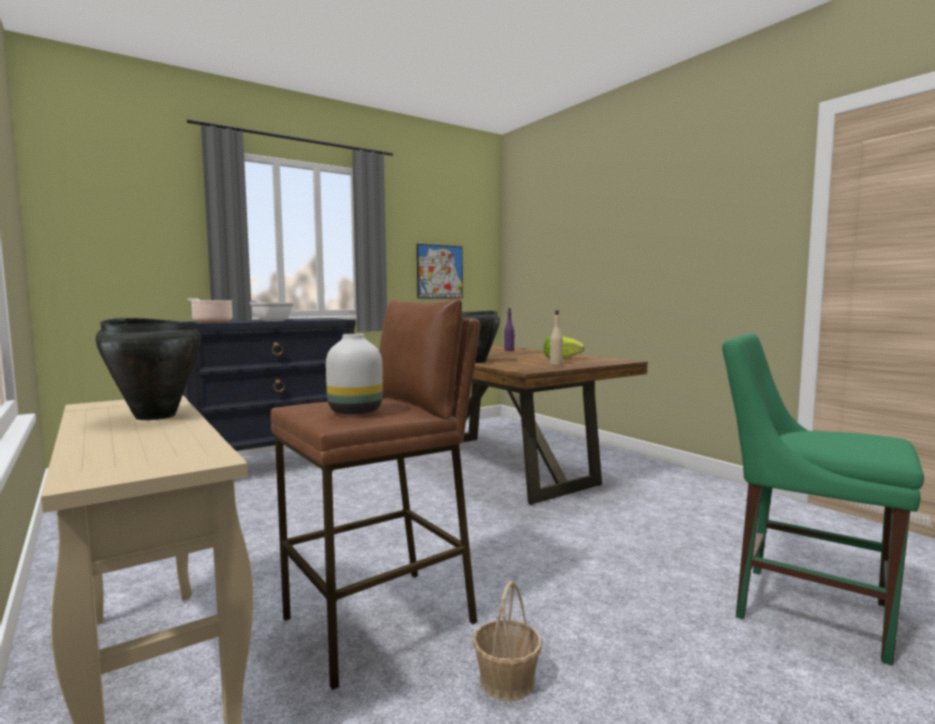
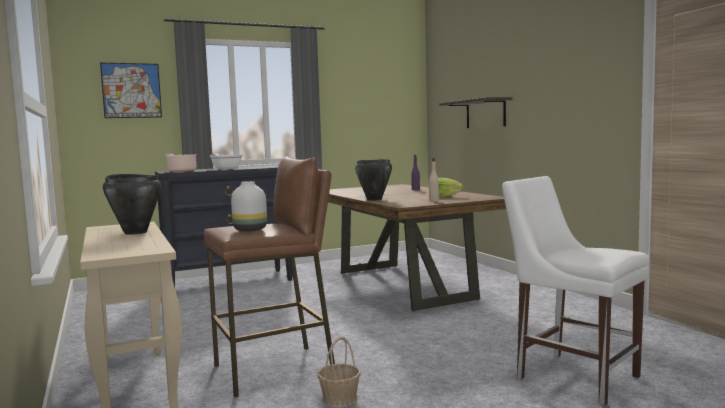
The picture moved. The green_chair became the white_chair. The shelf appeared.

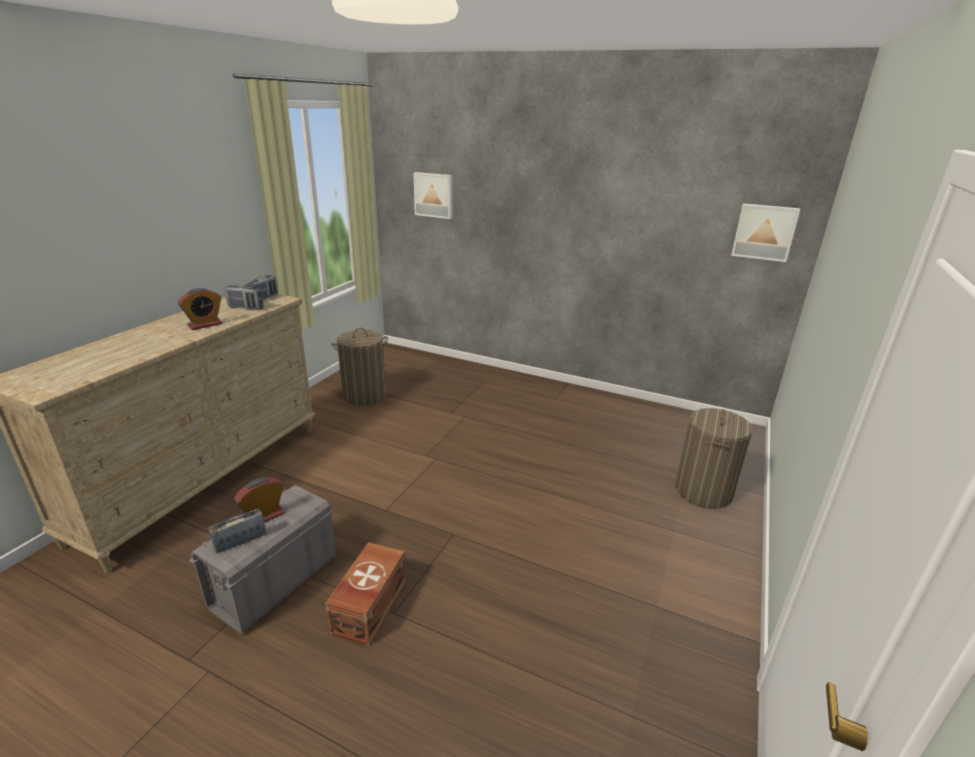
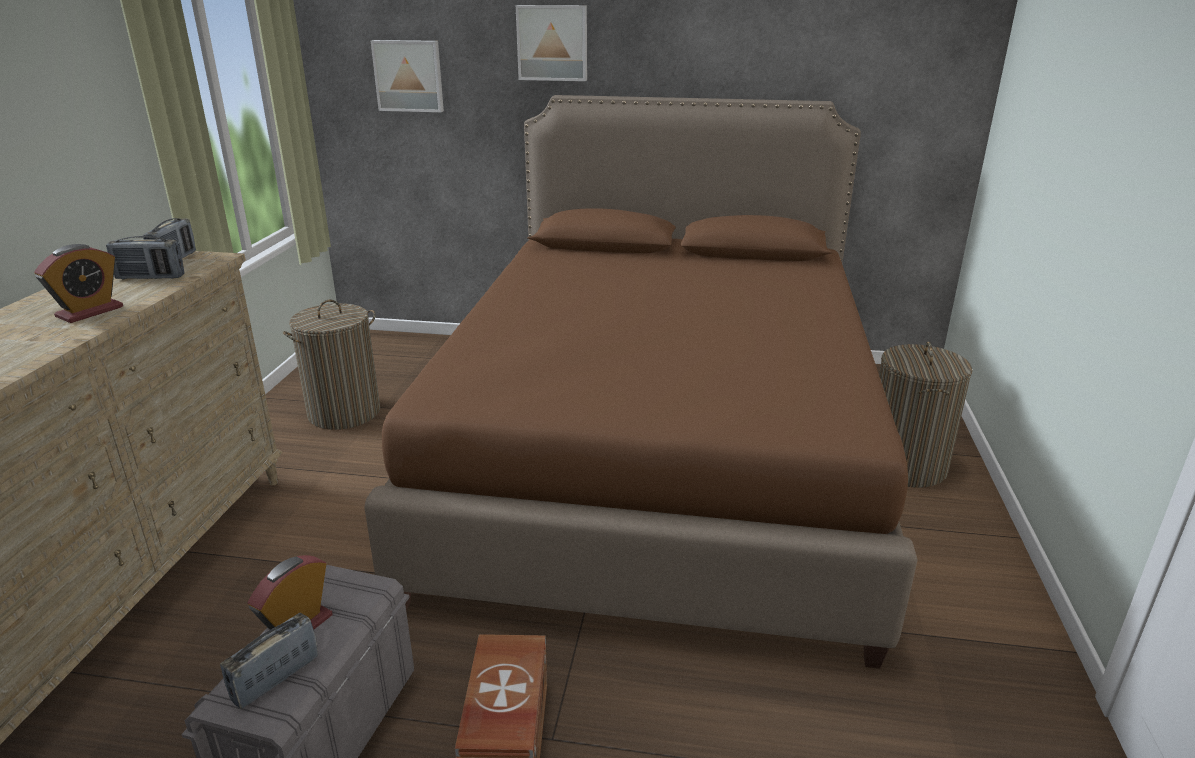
The picture (2nd from left) moved. The brown_bed appeared.

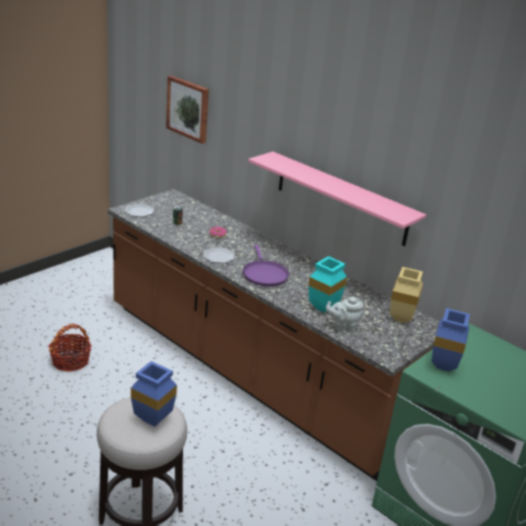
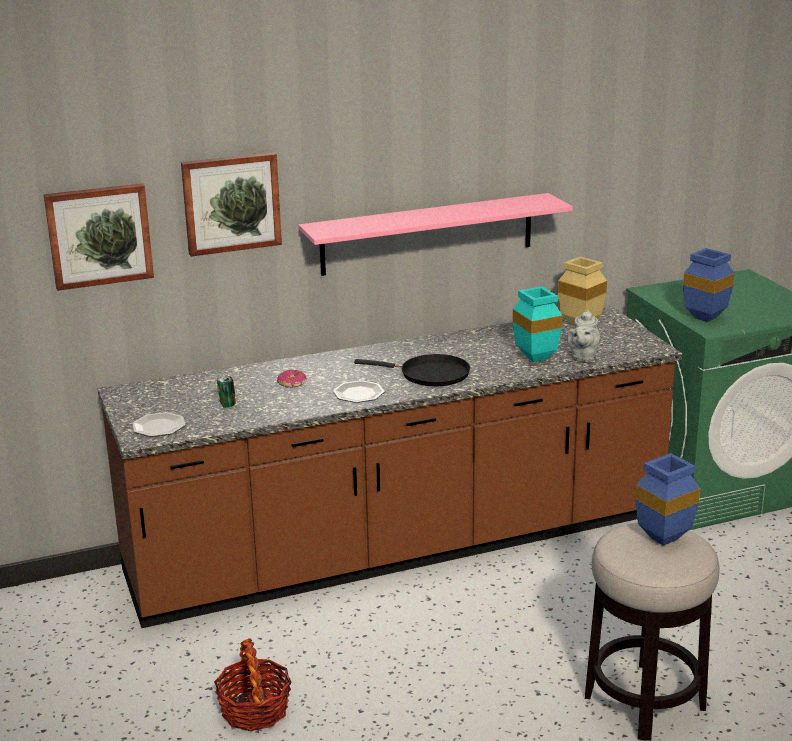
The purple_frying_pan became the black_frying_pan. The picture (2nd from left) appeared.

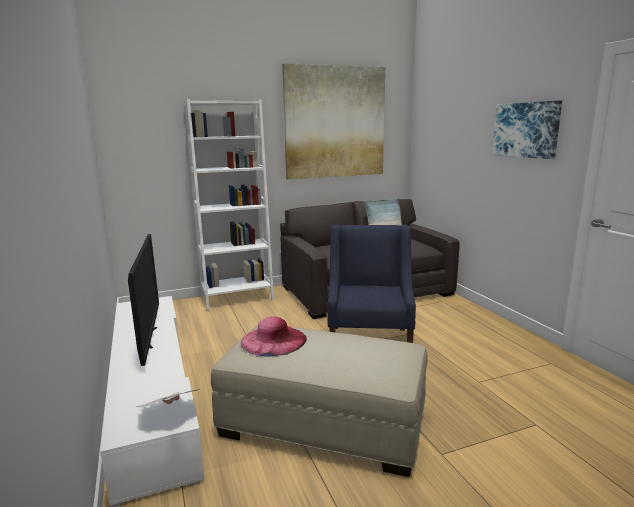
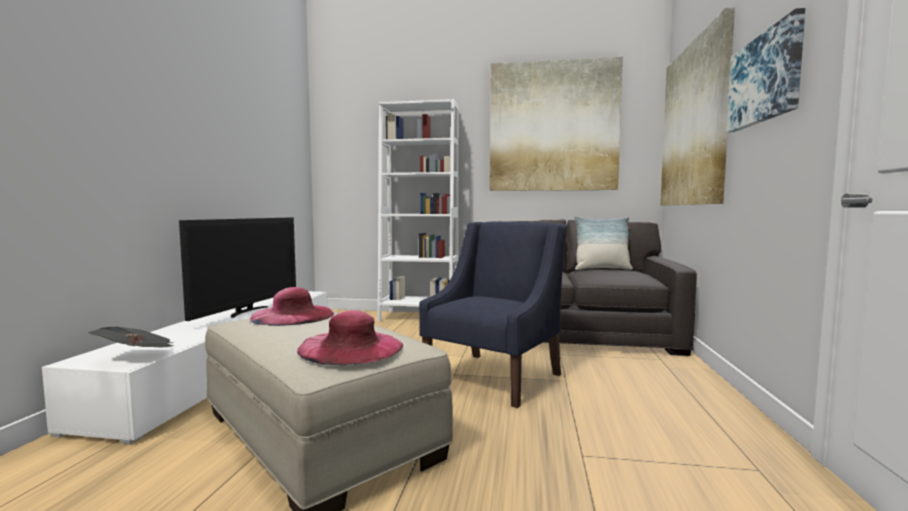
The picture (2nd from left) appeared. The pink_hat (2nd from left) appeared.

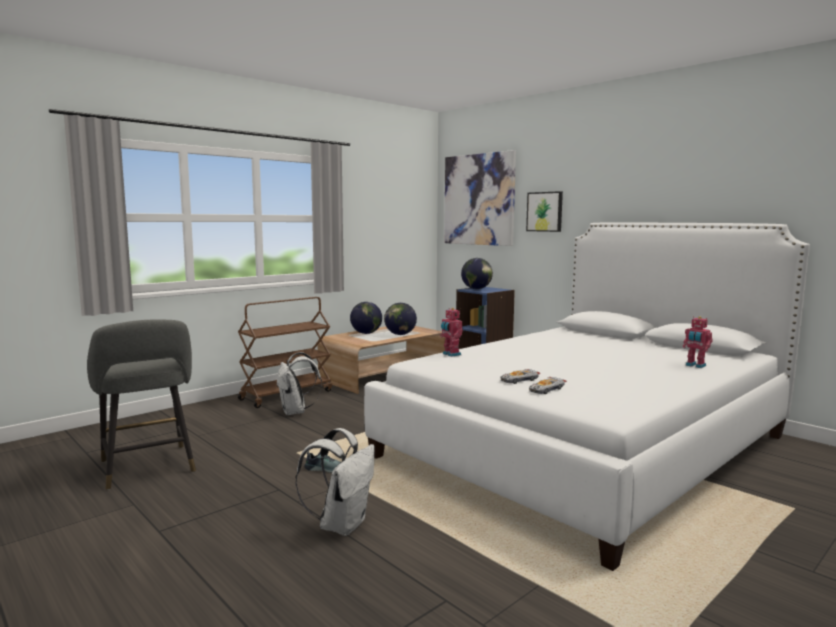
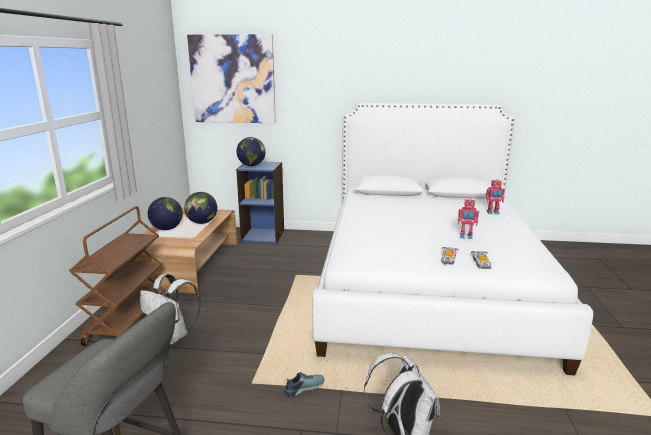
The picture (2nd from left) disappeared. The toy_robot (1st from left) moved.

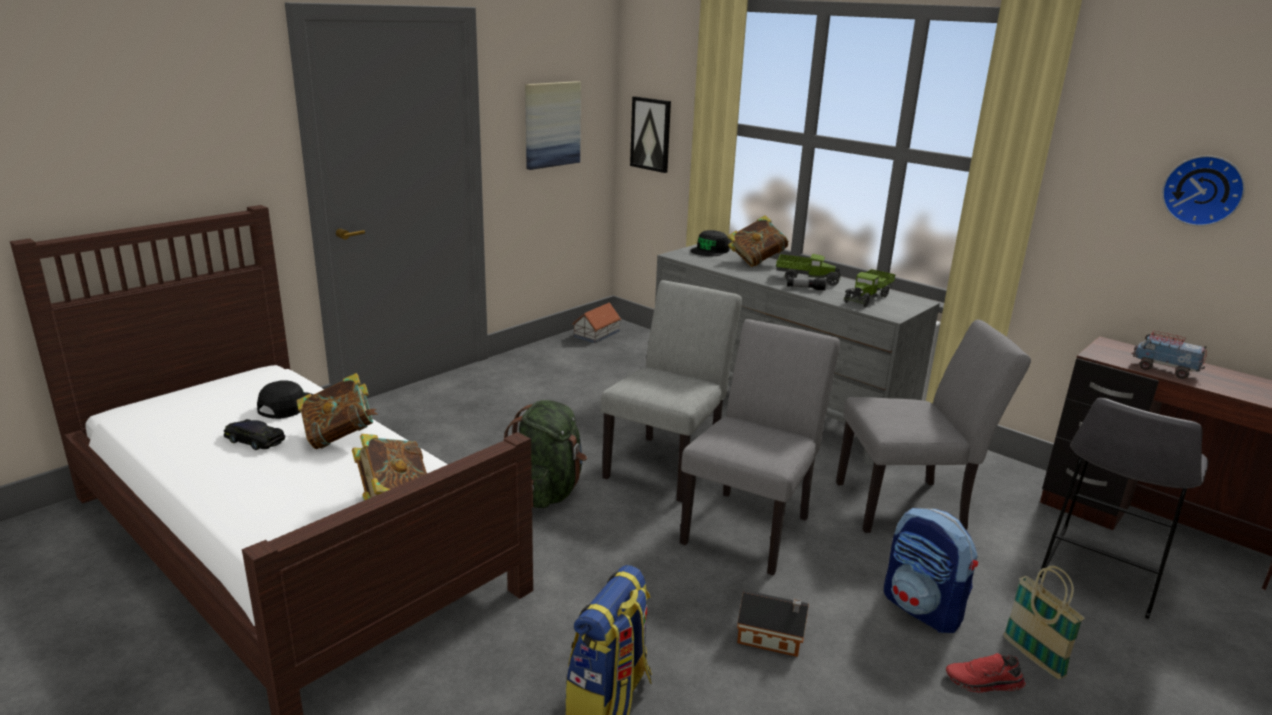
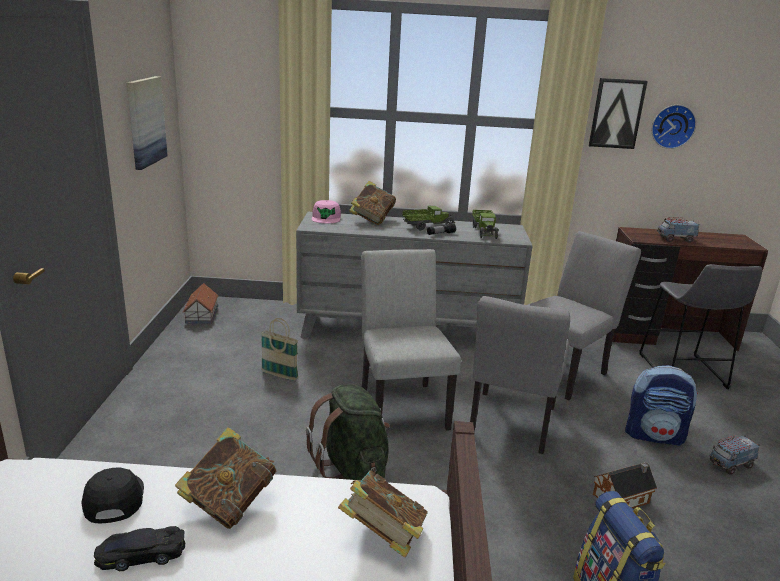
The picture (2nd from left) moved. The black_cap (2nd from left) became the pink_cap. The grey_chair (2nd from left) turned 150 degrees counterclockwise. The basket moved. The red_shoe was replaced by the toy_truck (4th from left).

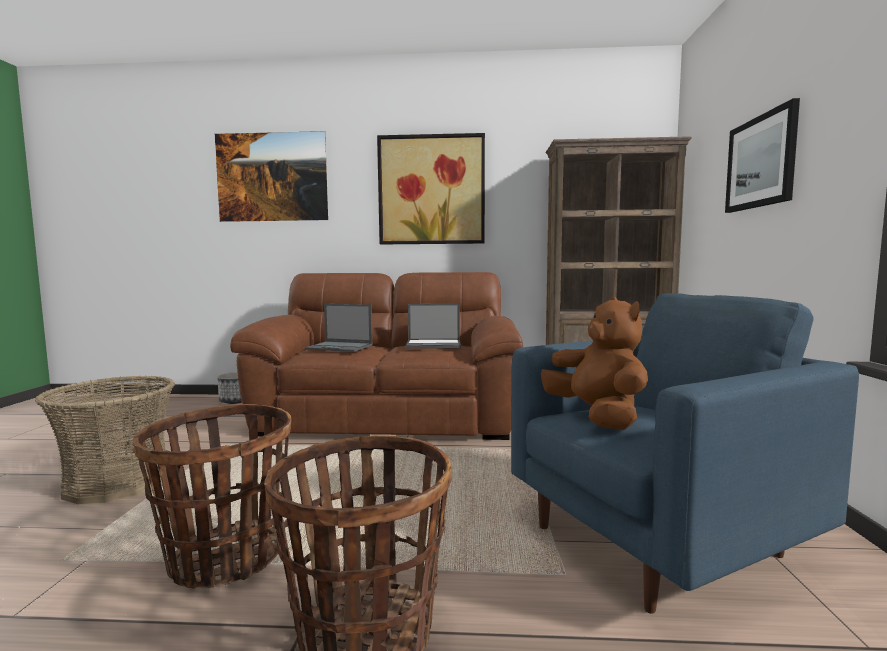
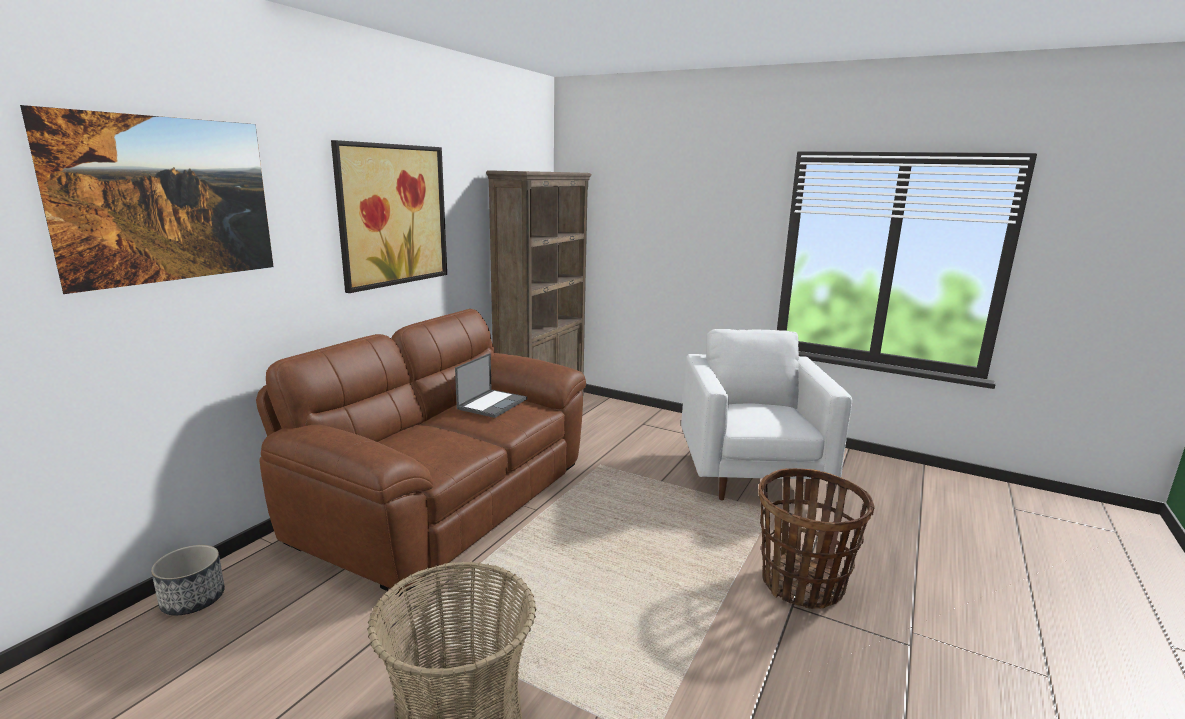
The picture (3rd from left) disappeared. The blue_armchair became the white_armchair. The brown_plush_toy disappeared. The laptop (1st from left) disappeared. The basket (2nd from left) disappeared.

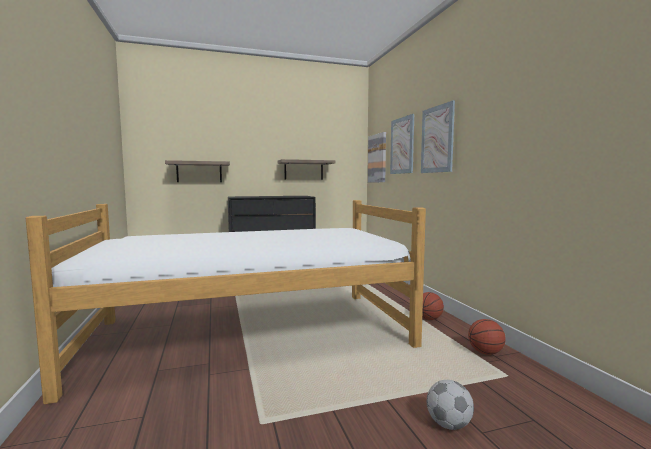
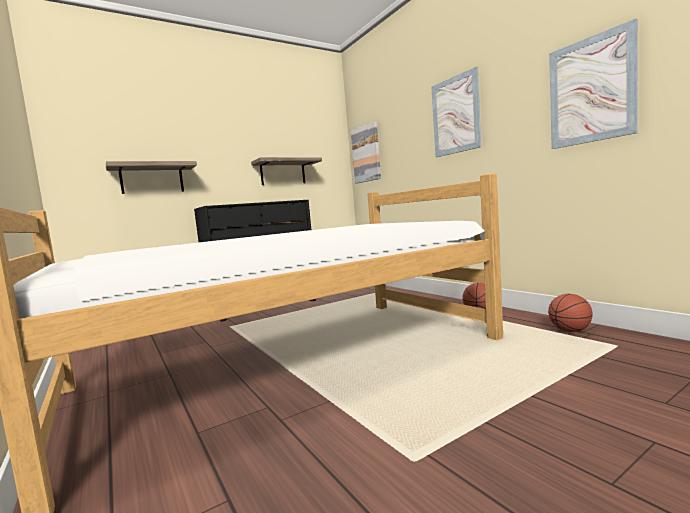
The picture (2nd from left in the first image) moved. The football disappeared.

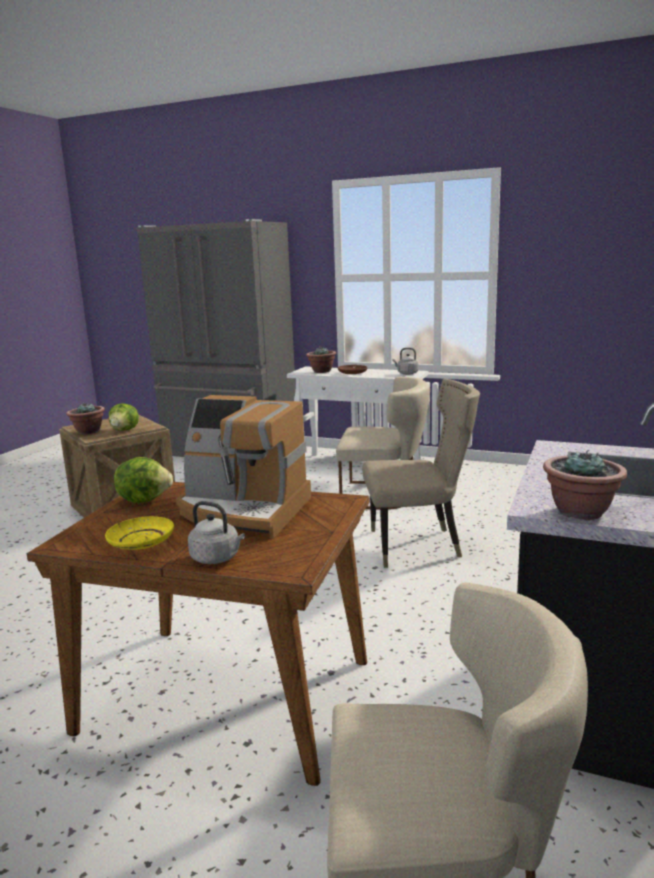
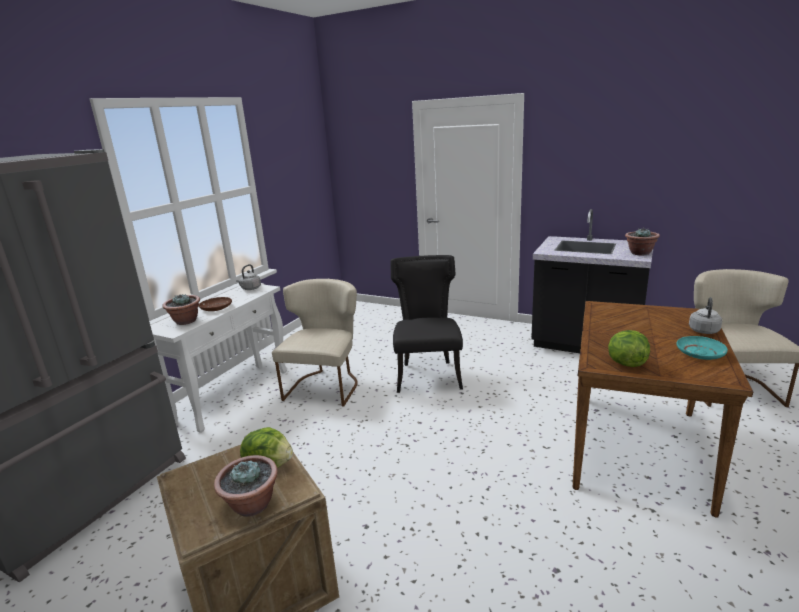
The beige_chair (2nd from left) became the black_chair. The coffee_machine disappeared. The yellow_plate became the turquoise_plate.

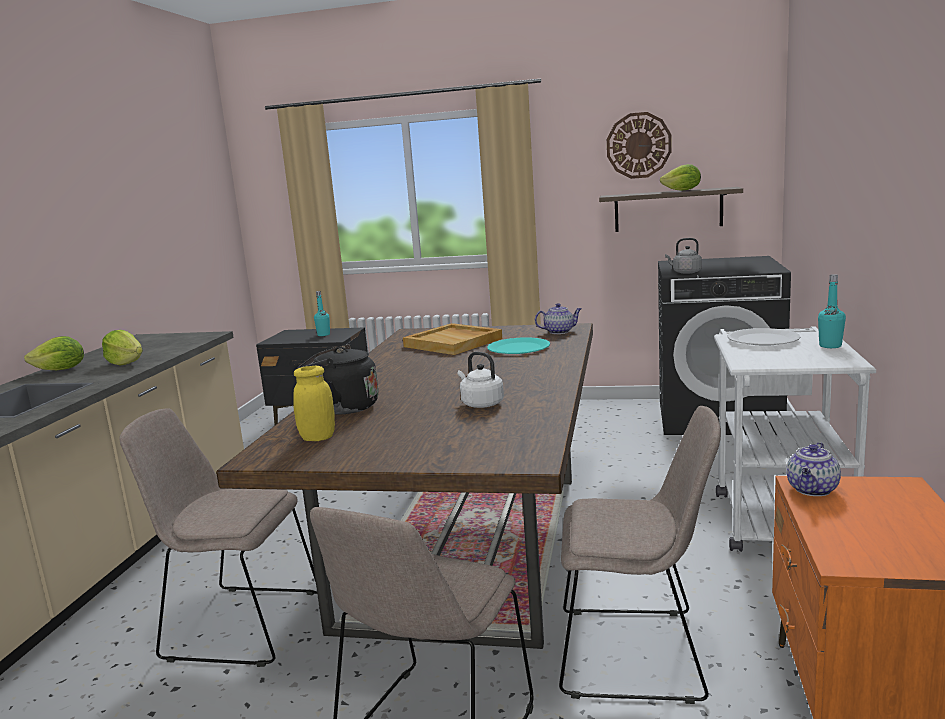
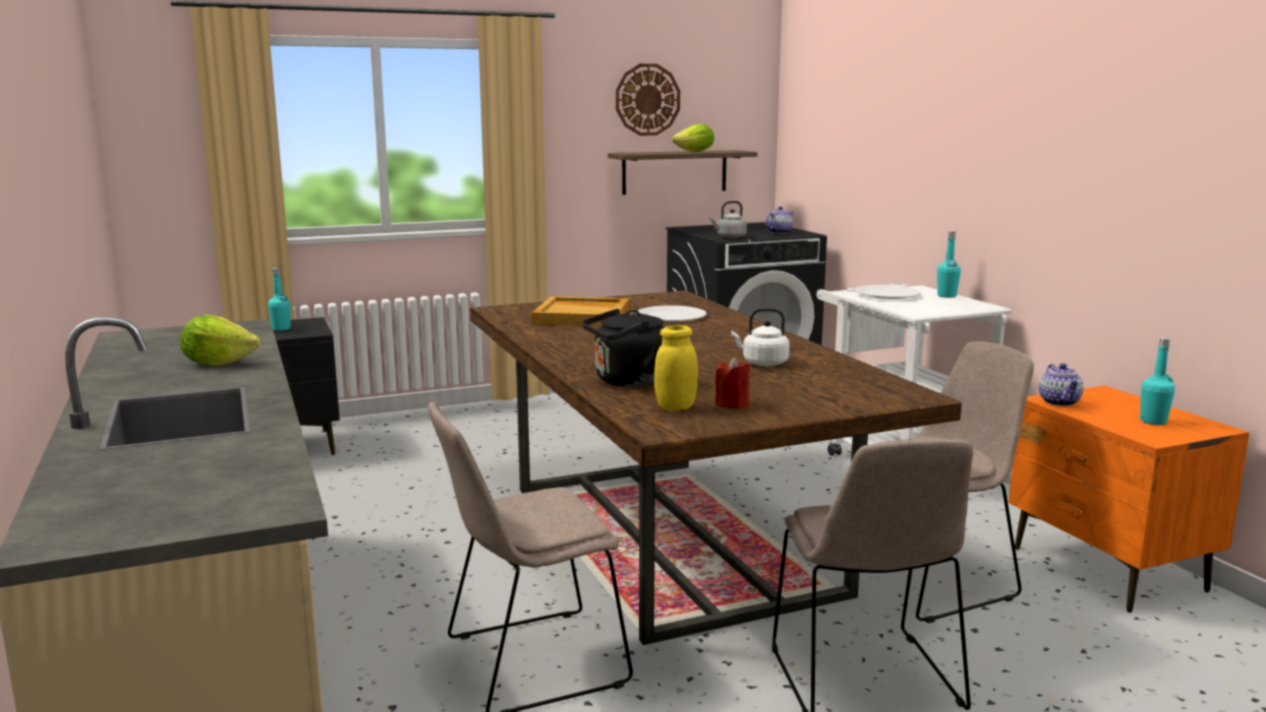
The teapot (1st from left) moved. The lettuce (1st from left) disappeared. The turquoise_plate became the white_plate (1st from left). The turquoise_bottle (3rd from left) appeared. The red_candle appeared.

